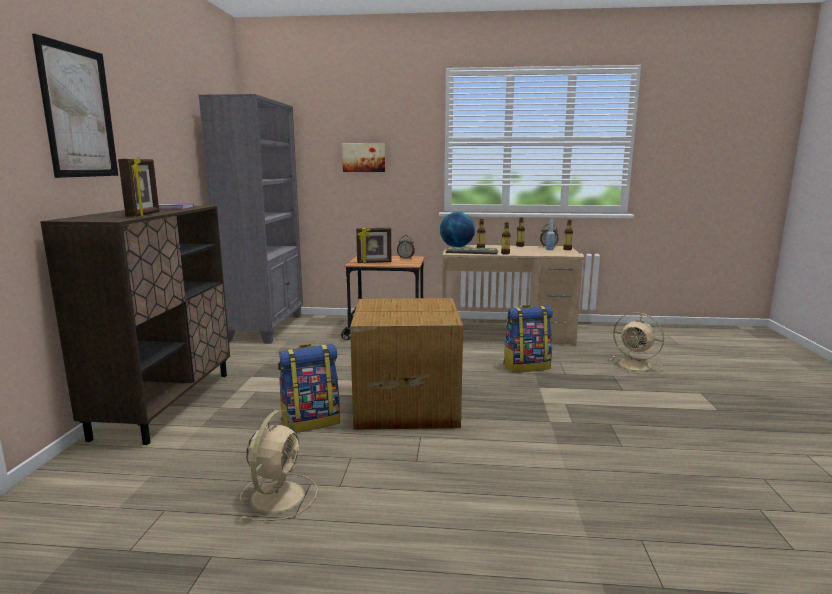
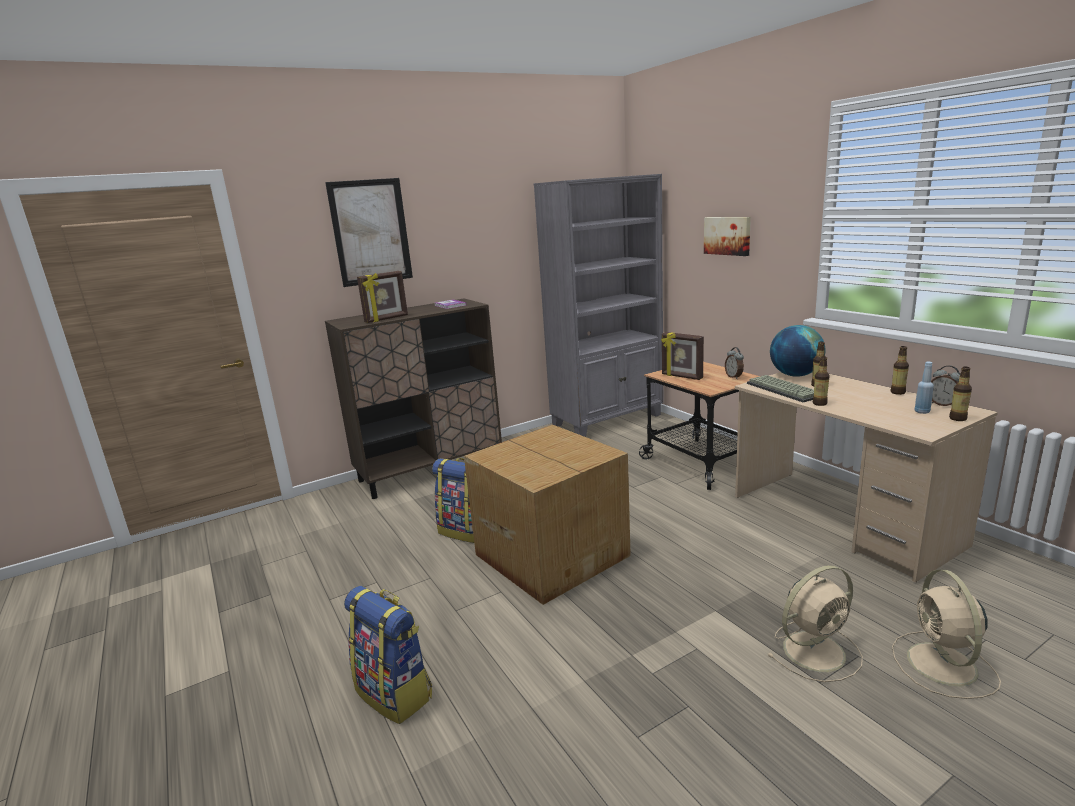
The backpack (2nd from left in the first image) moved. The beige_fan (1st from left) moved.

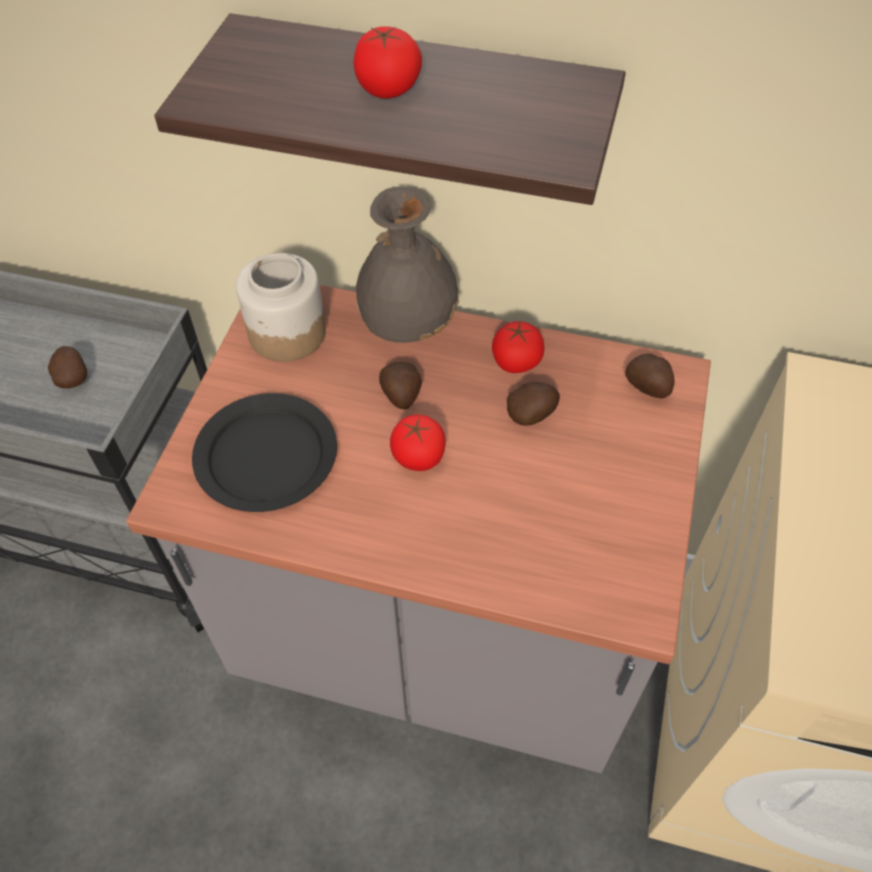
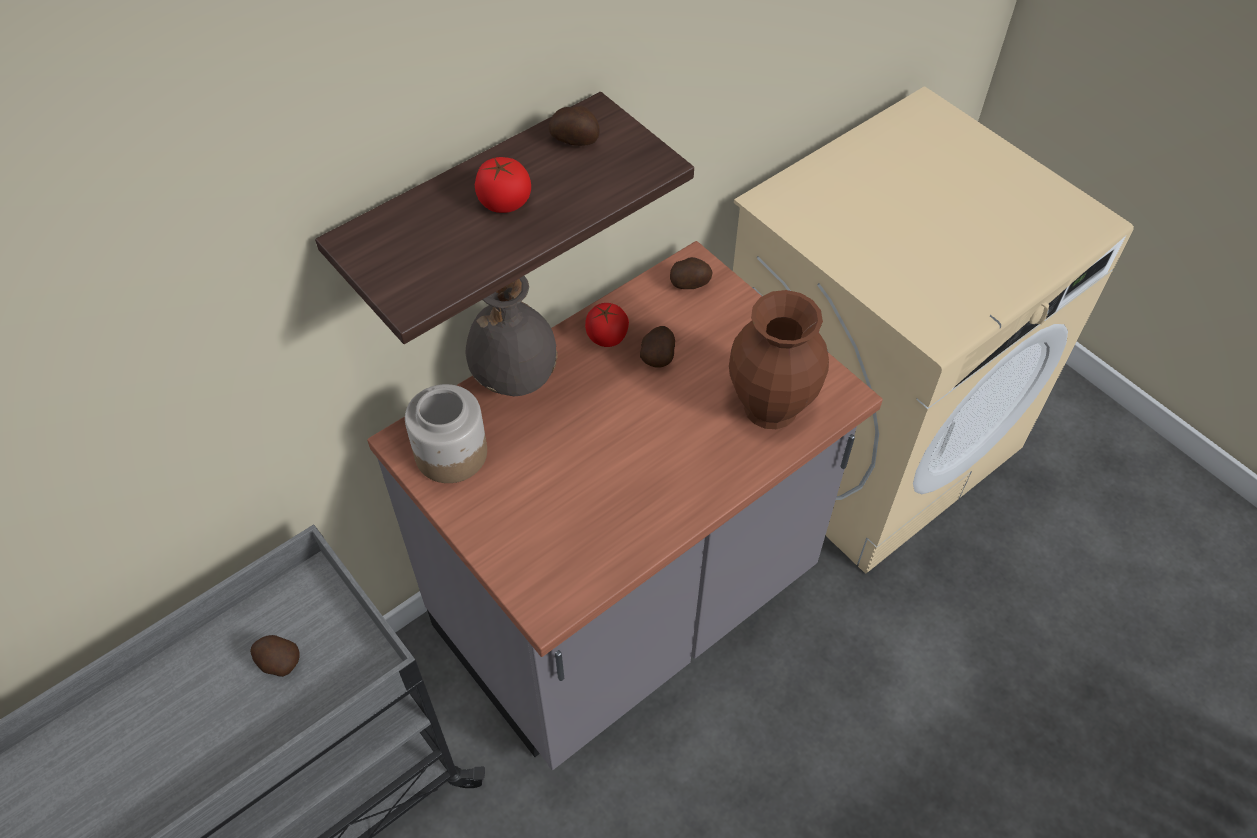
The potato (2nd from left) moved. The black_plate disappeared. The tomato (2nd from left) disappeared. The brown_vase appeared.

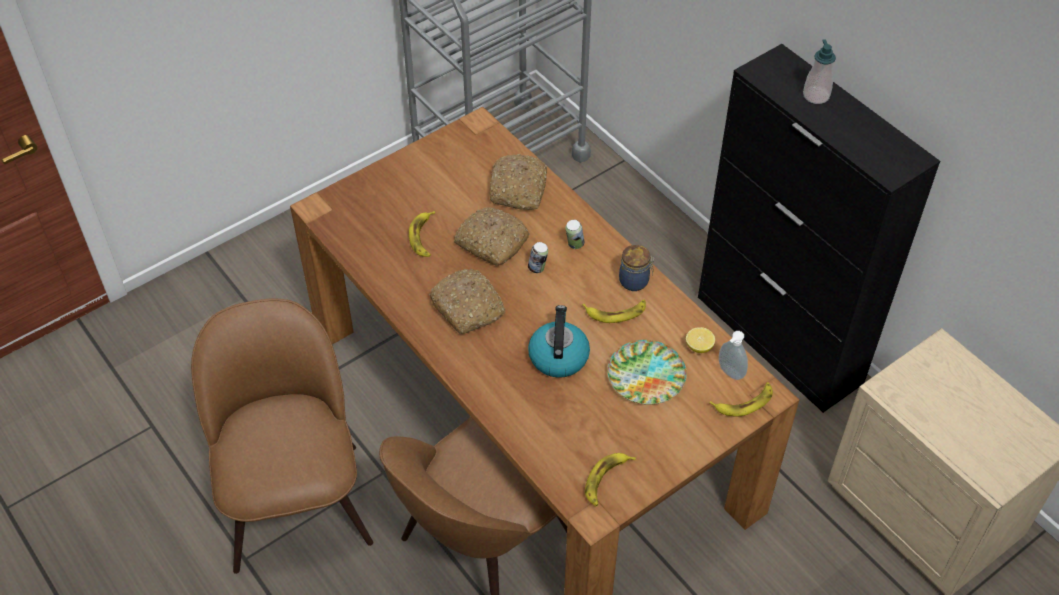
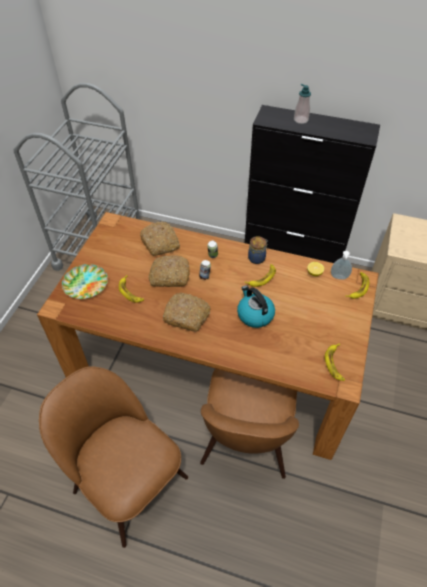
The plate moved.

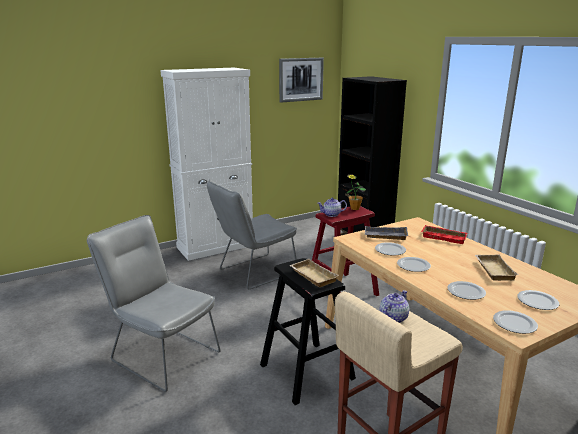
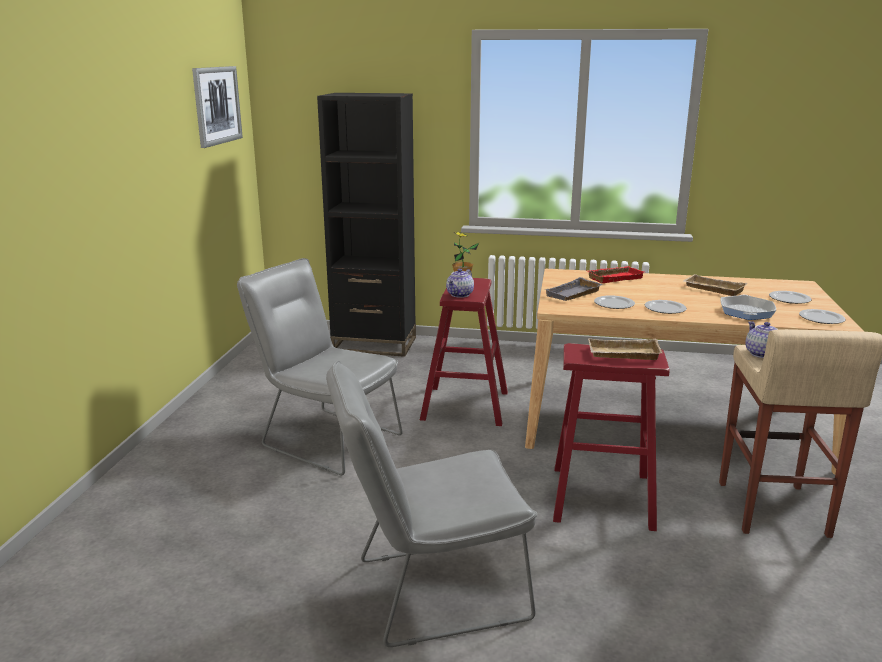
The white_cabinet disappeared. The grey_chair (2nd from left in the first image) turned 120 degrees clockwise. The black_stool became the red_stool (2nd from left). The plate (3rd from left) was replaced by the frying_pan.

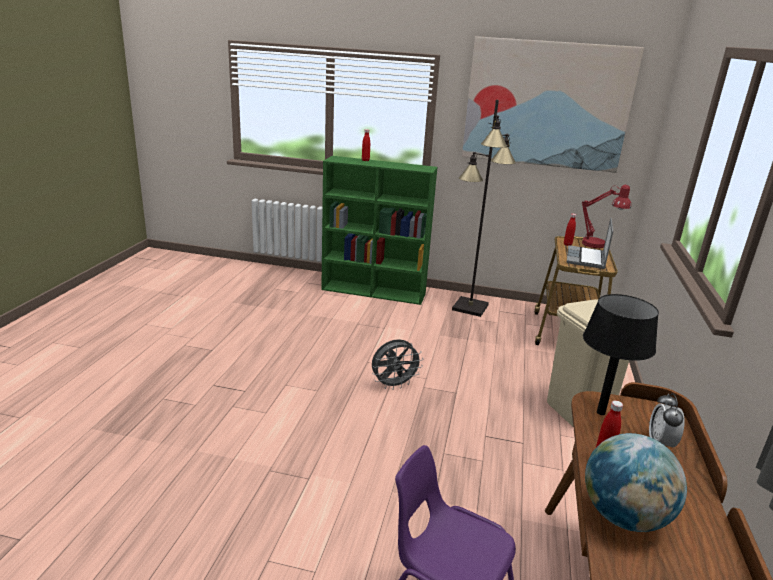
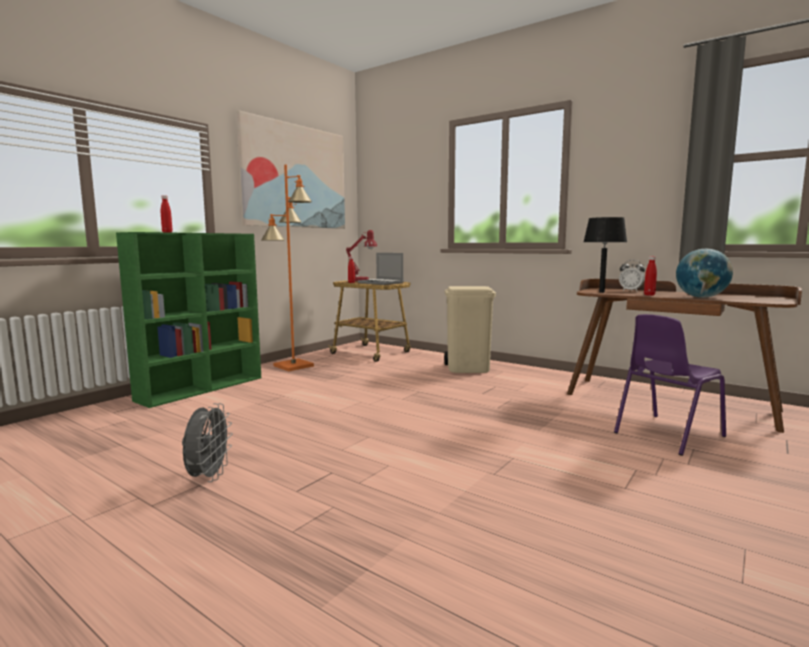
The black_floor_lamp became the orange_floor_lamp. The grey_fan moved.

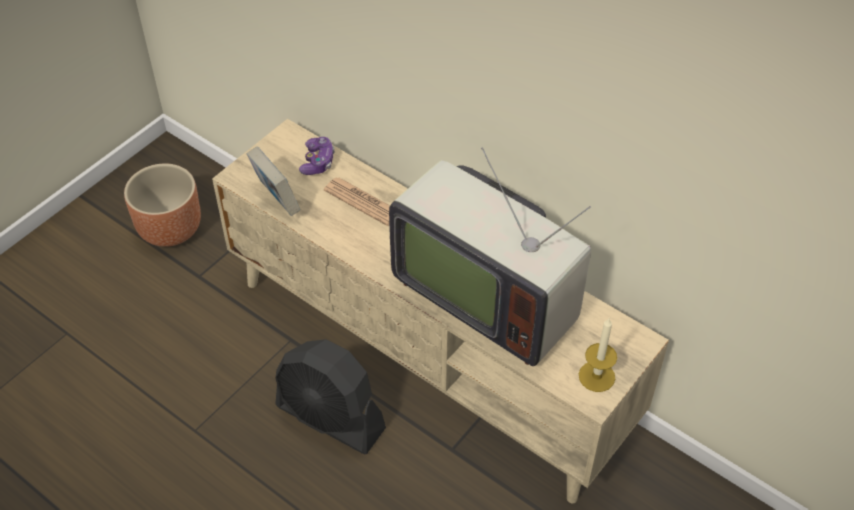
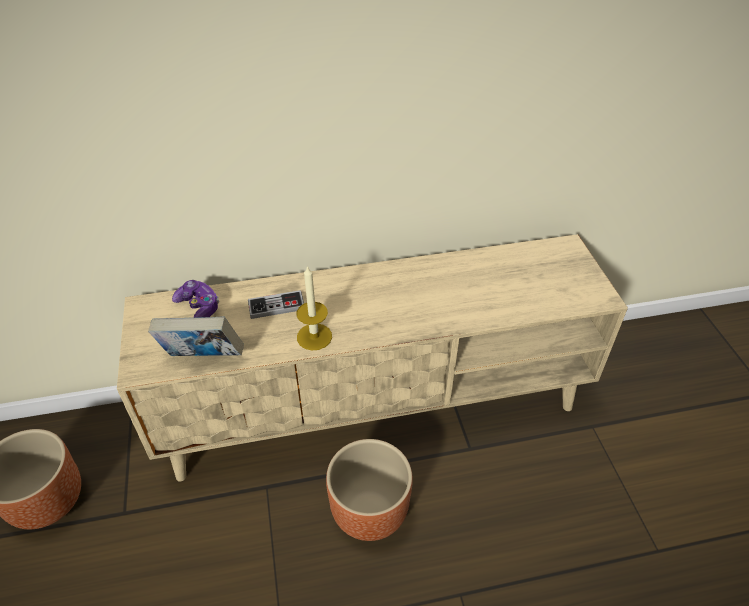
The television disappeared. The newspaper was replaced by the game_controller (2nd from left). The candle moved. The black_fan was replaced by the brown_planter (2nd from left).

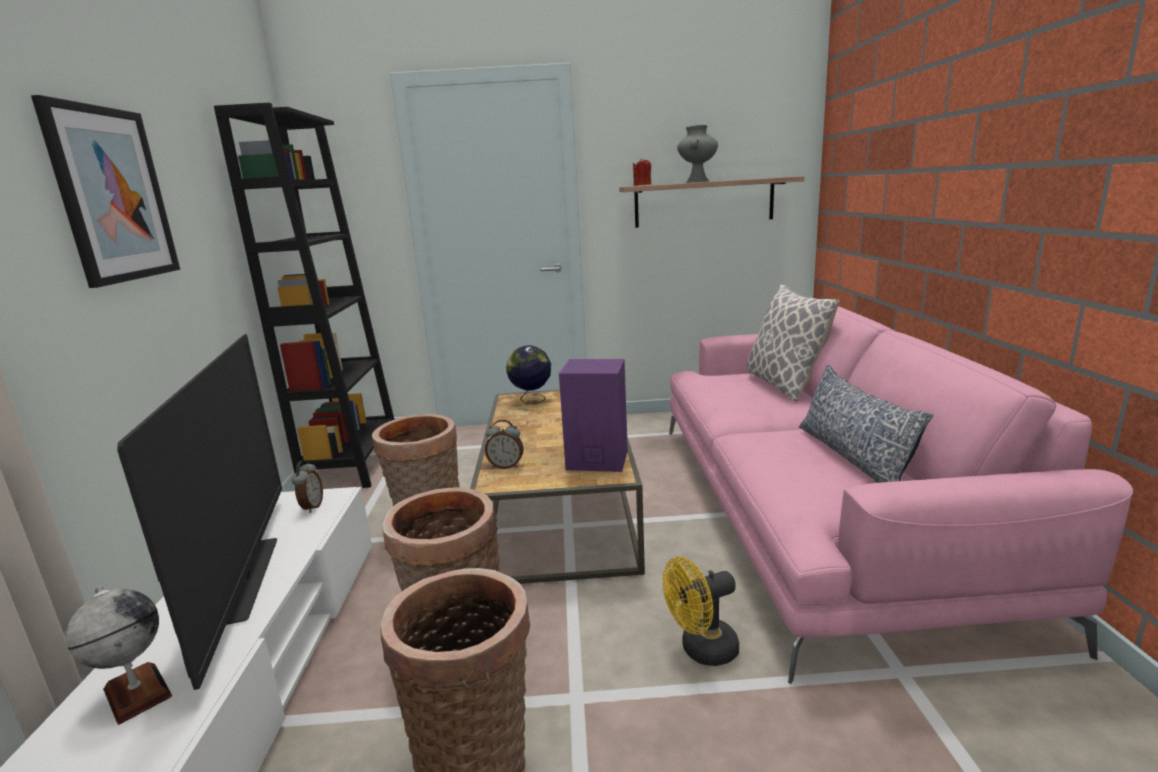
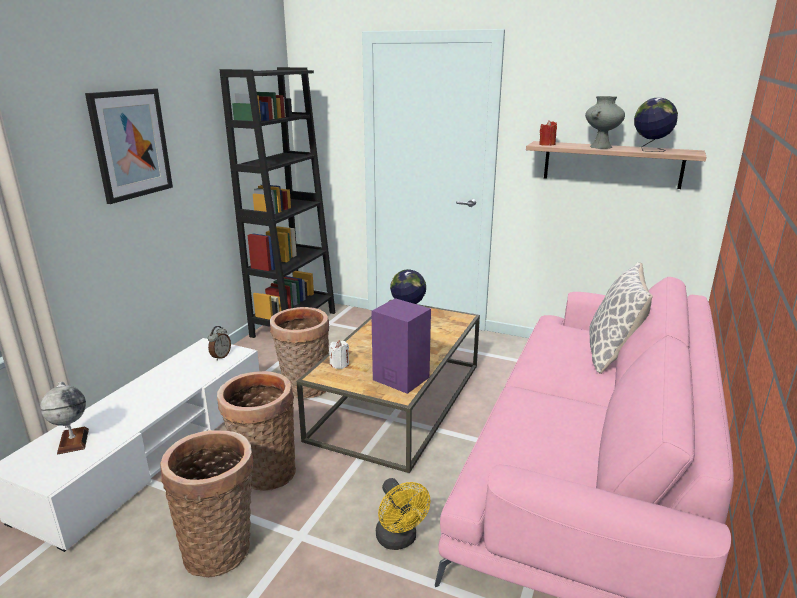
The television disappeared. The pillow (2nd from left) disappeared. The alarm_clock (2nd from left) was replaced by the white_candle. The yellow_fan turned 120 degrees counterclockwise. The globe (3rd from left) appeared.

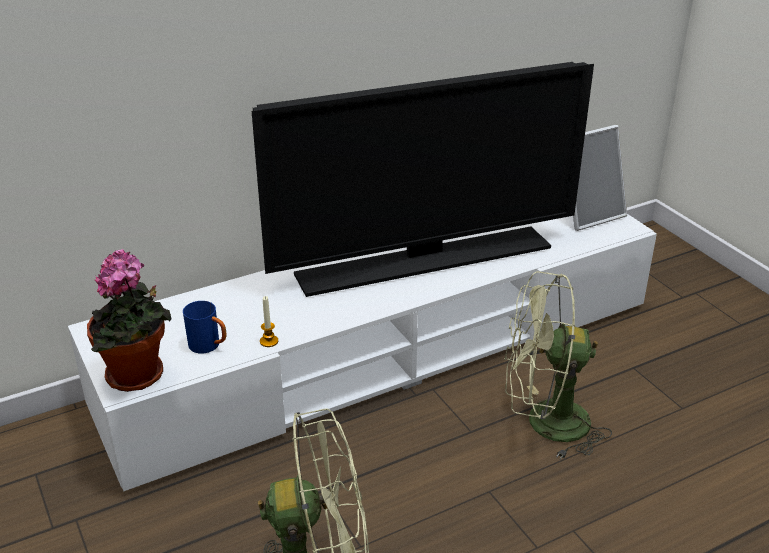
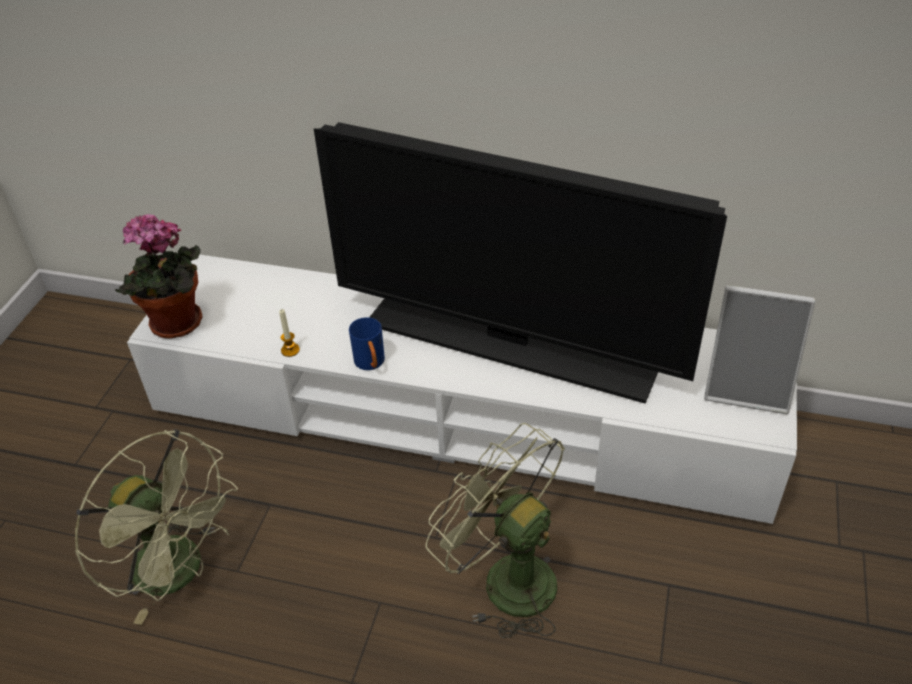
The blue_mug moved.

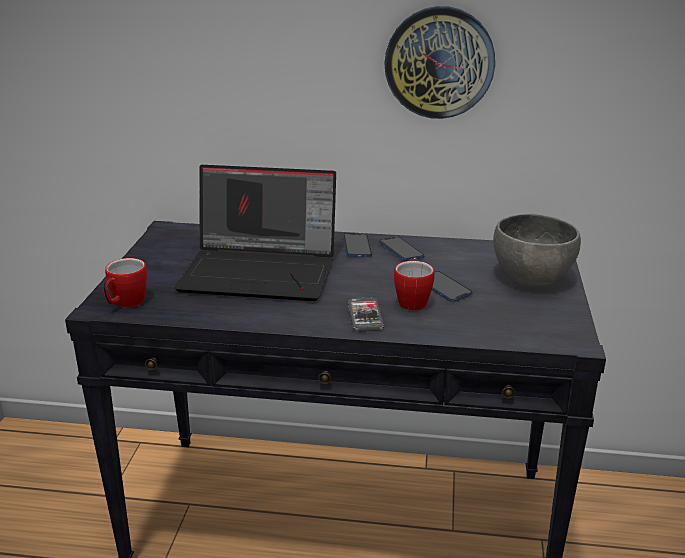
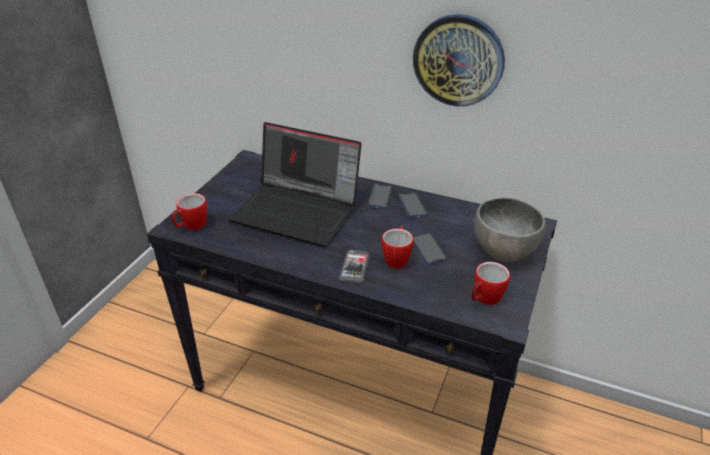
The mug (3rd from left) appeared.

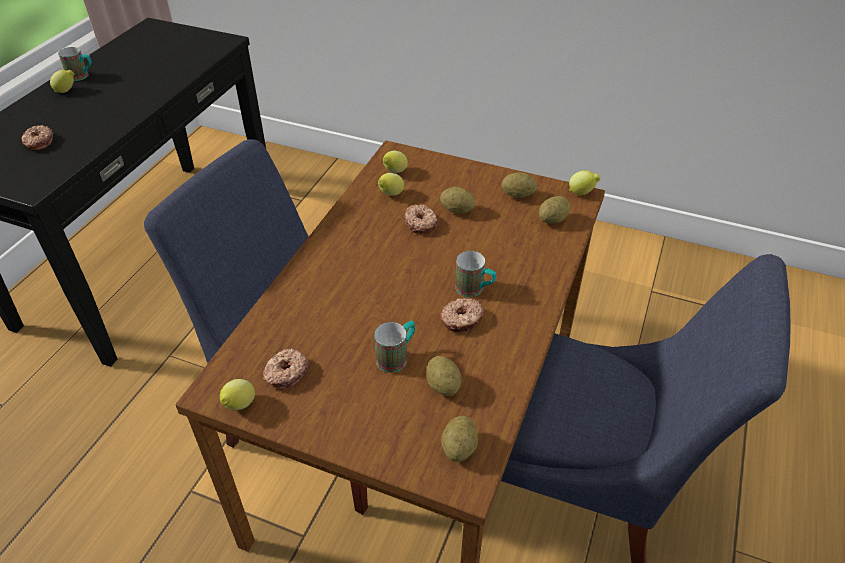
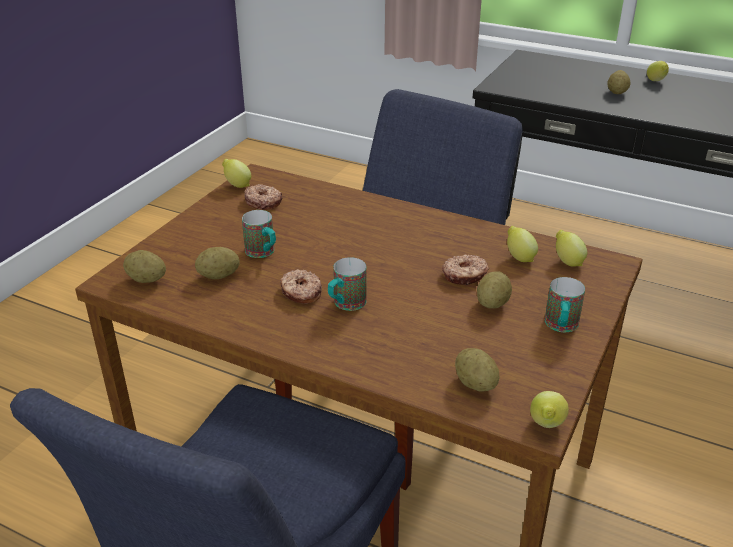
The mug (1st from left in the first image) moved. The donut (1st from left) disappeared. The potato (4th from left in the first image) moved.

